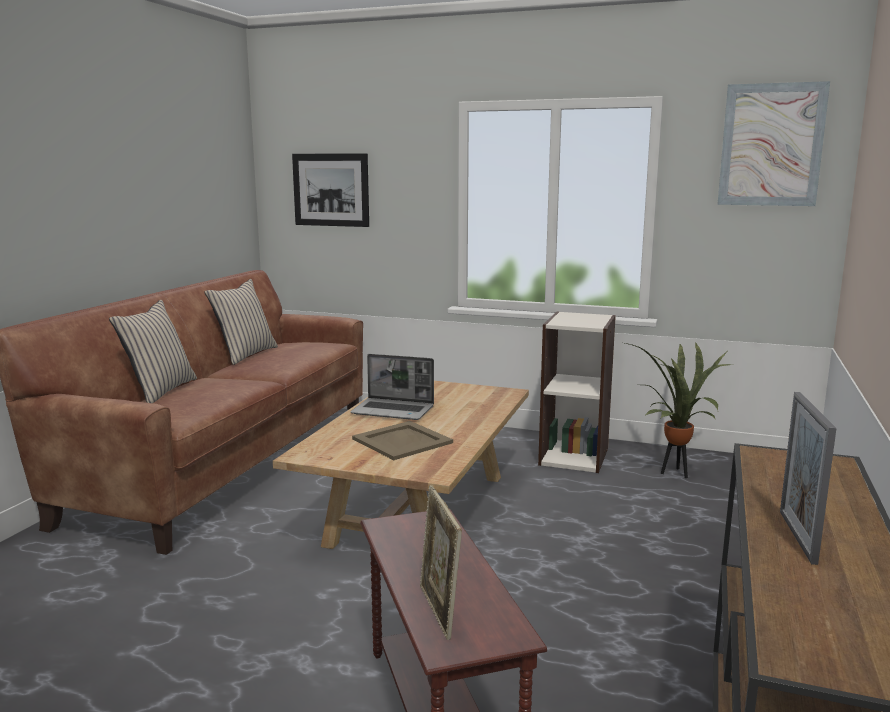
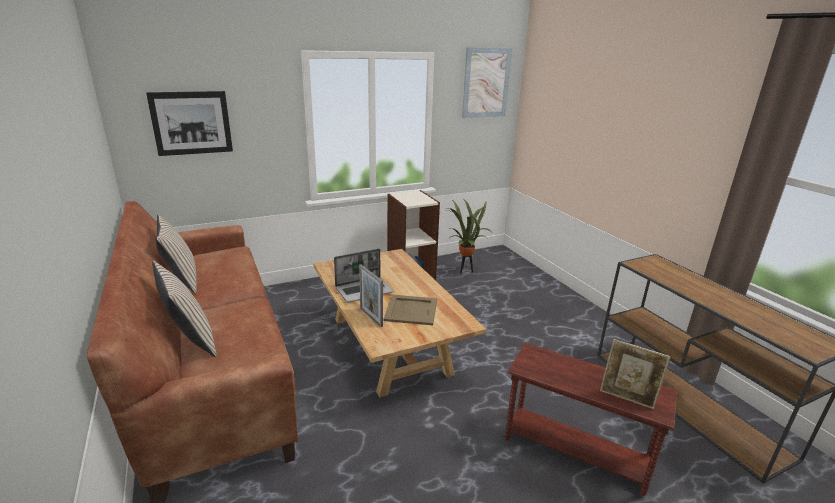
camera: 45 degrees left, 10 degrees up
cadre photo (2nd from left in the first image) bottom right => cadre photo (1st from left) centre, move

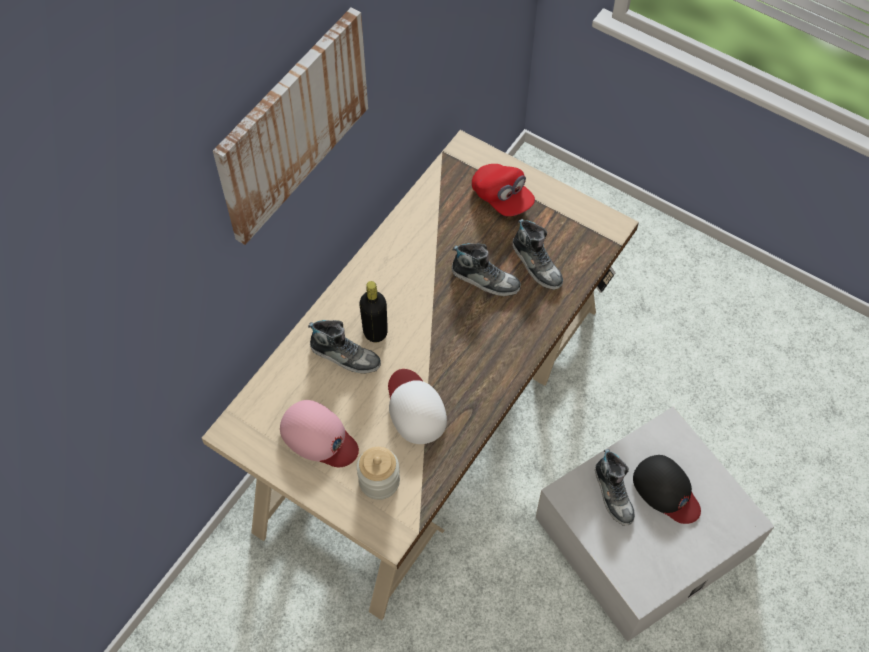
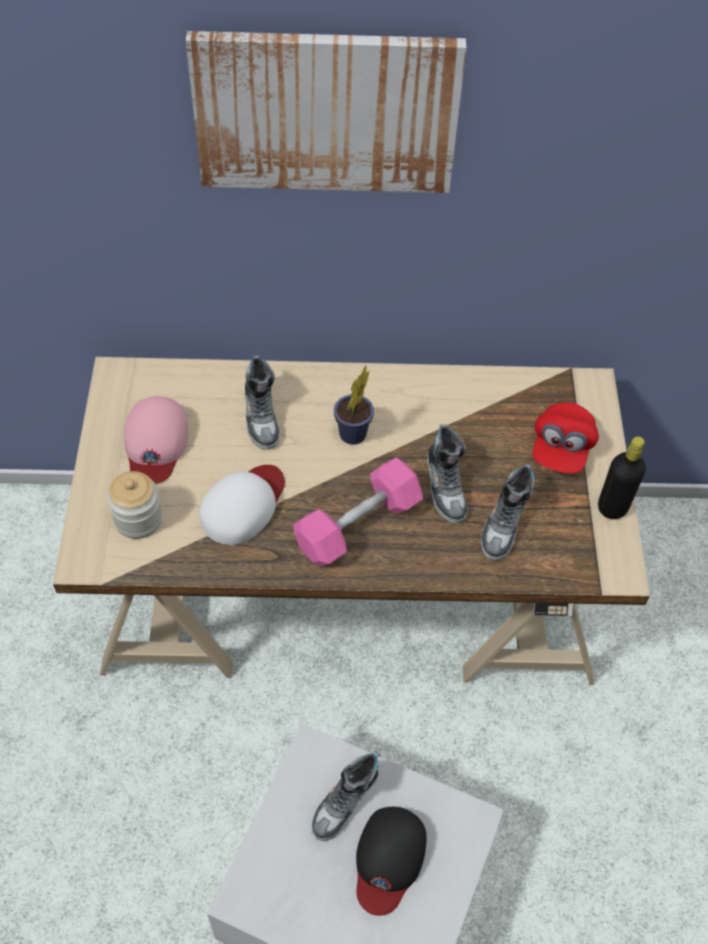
camera: 55 degrees right, 5 degrees down
bouteille/noir centre => bouteille/noir middle right, move
nothing => plante en pot centre
nothing => haltère/rose centre

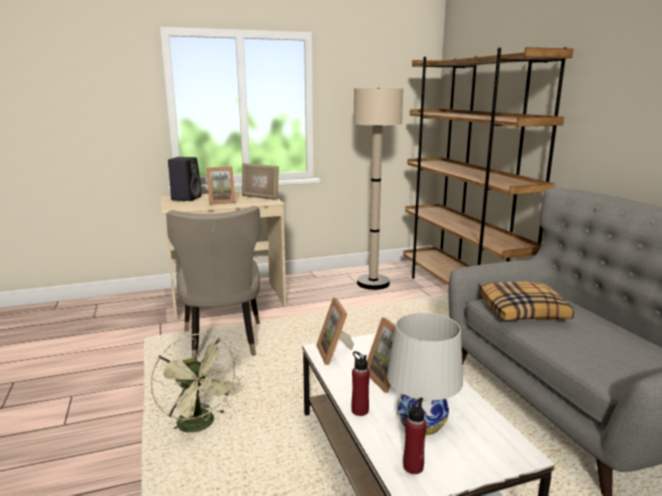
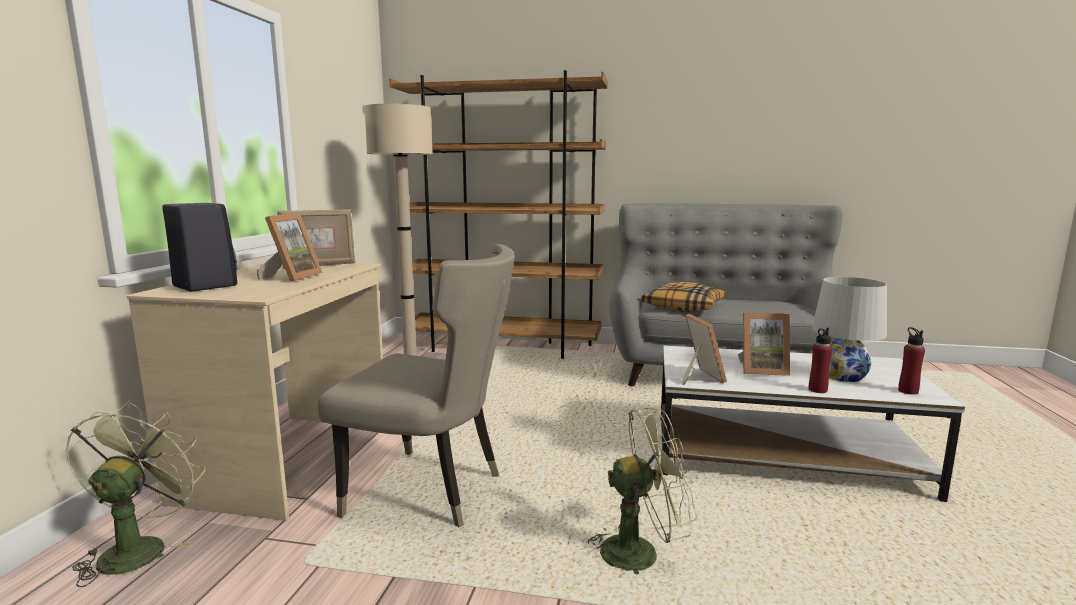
camera: 60 degrees left, 5 degrees down
cadre photo (3rd from left) bottom centre => cadre photo (3rd from left) centre, 120 degrees counterclockwise
nothing => ventilateur/vert (1st from left) bottom left

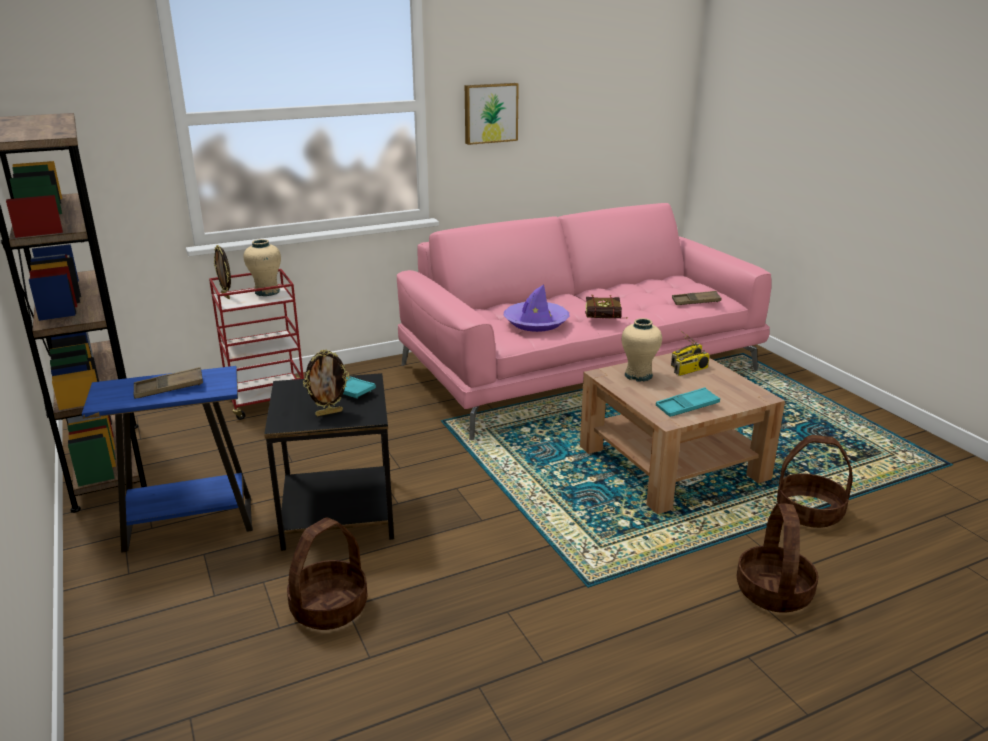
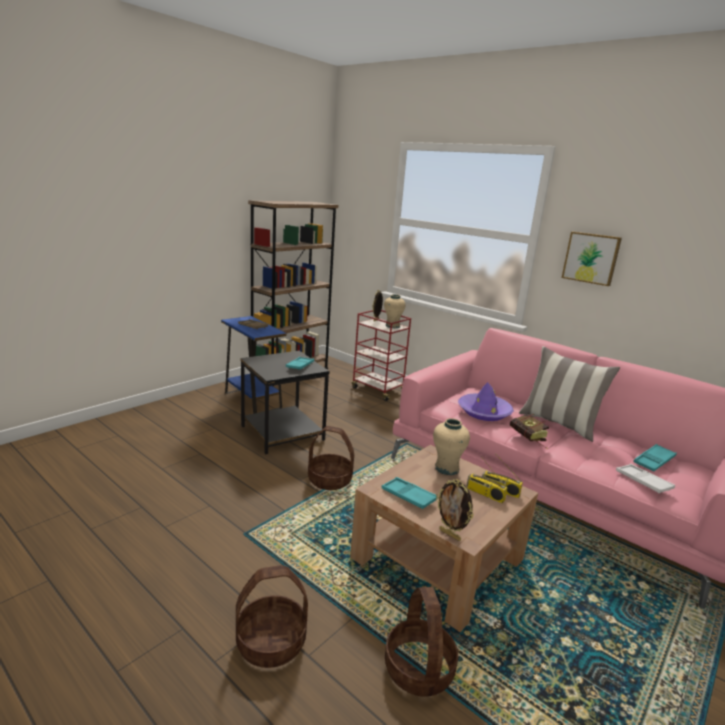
camera: 65 degrees right, 5 degrees down
plateau/marron (2nd from left) middle right => plateau/blanc middle right
cadre photo (2nd from left) middle left => cadre photo (2nd from left) bottom centre, move
panier (1st from left in the first image) bottom left => panier (2nd from left) centre, move
nothing => coussin middle right
nothing => plateau/turquoise (3rd from left) middle right

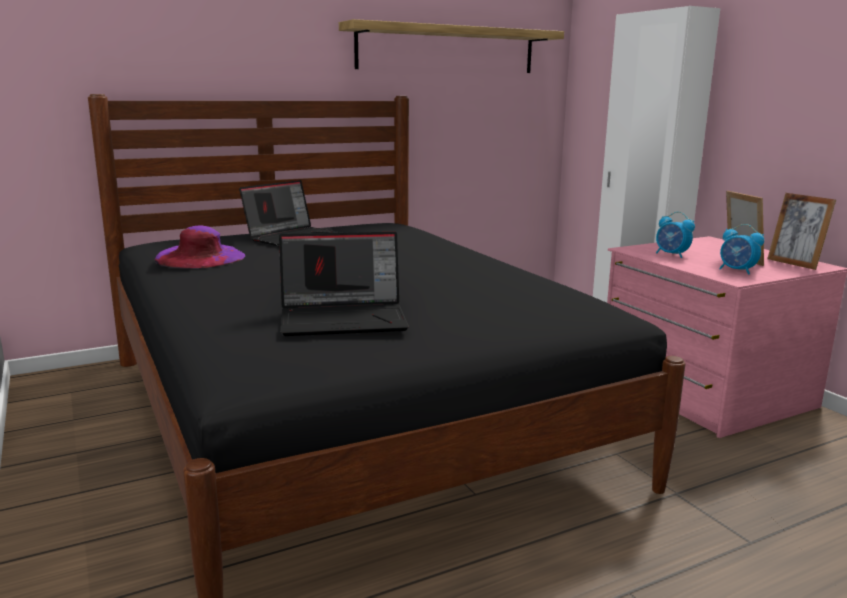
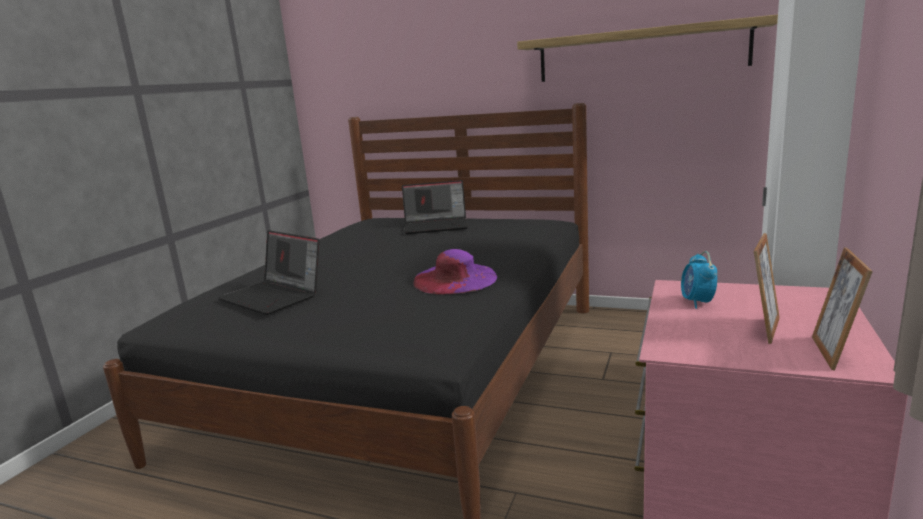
camera: 50 degrees right, 0 degrees up
réveil (2nd from left) middle right => nothing
chapeau/violet middle left => chapeau/violet centre, move

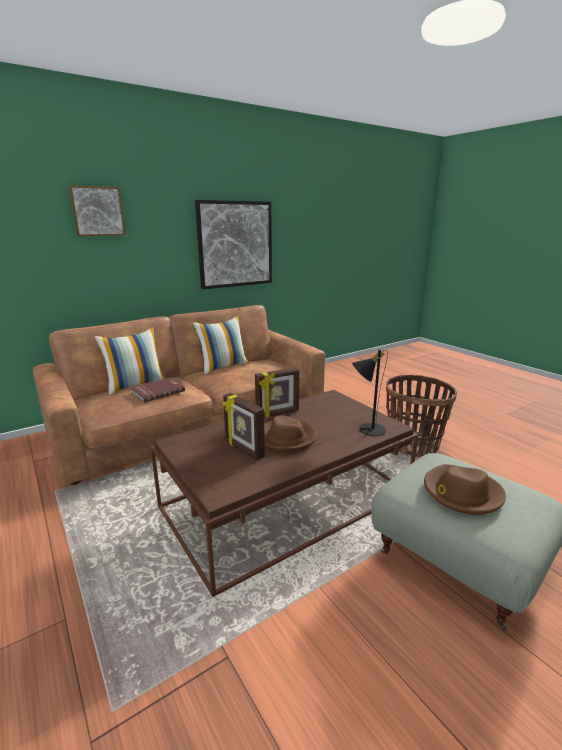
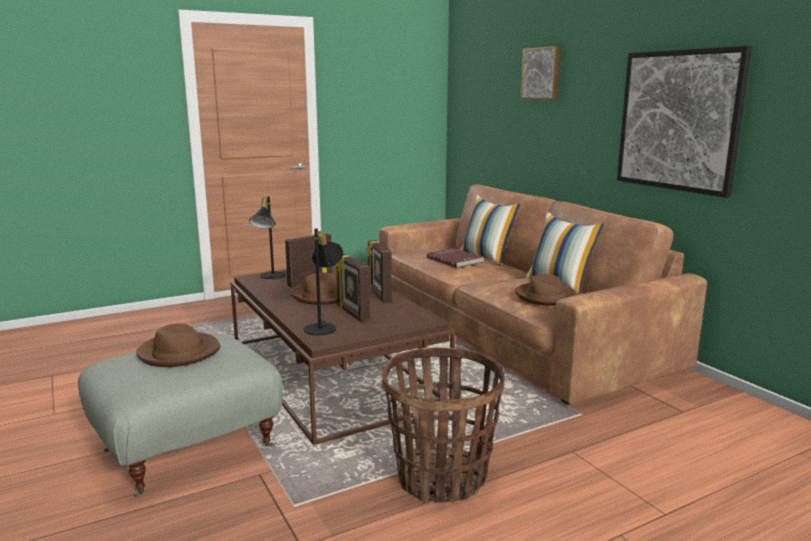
camera: 95 degrees right, 5 degrees down
nothing => lampe de table/noir (1st from left) middle left
nothing => cadre photo (2nd from left) centre
nothing => chapeau/marron (3rd from left) middle right

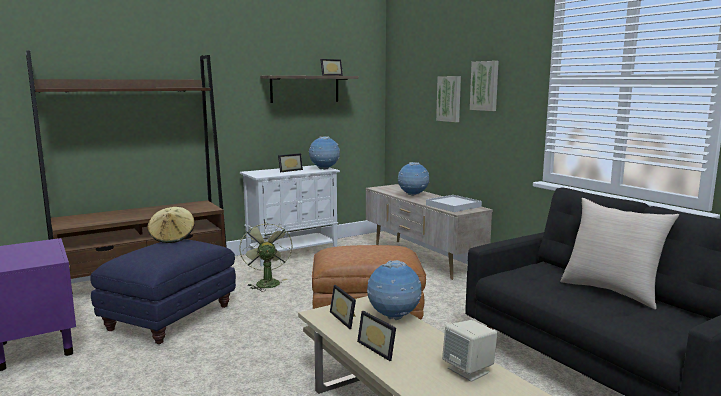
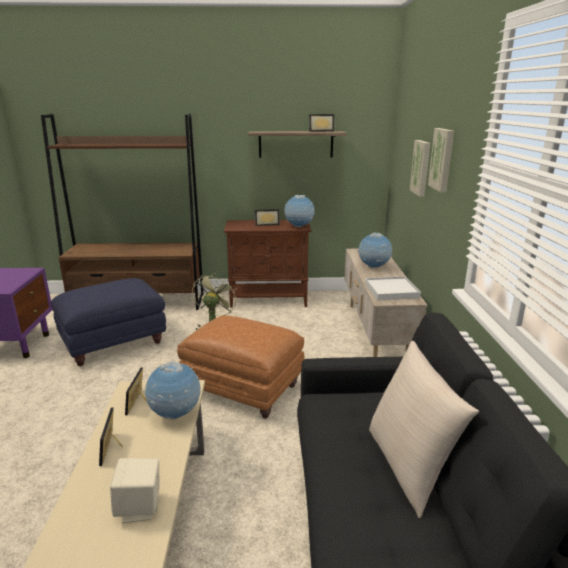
camera: 30 degrees right, 10 degrees up
meuble de rangement/blanc centre => meuble de rangement/marron centre
chapeau/beige middle left => nothing

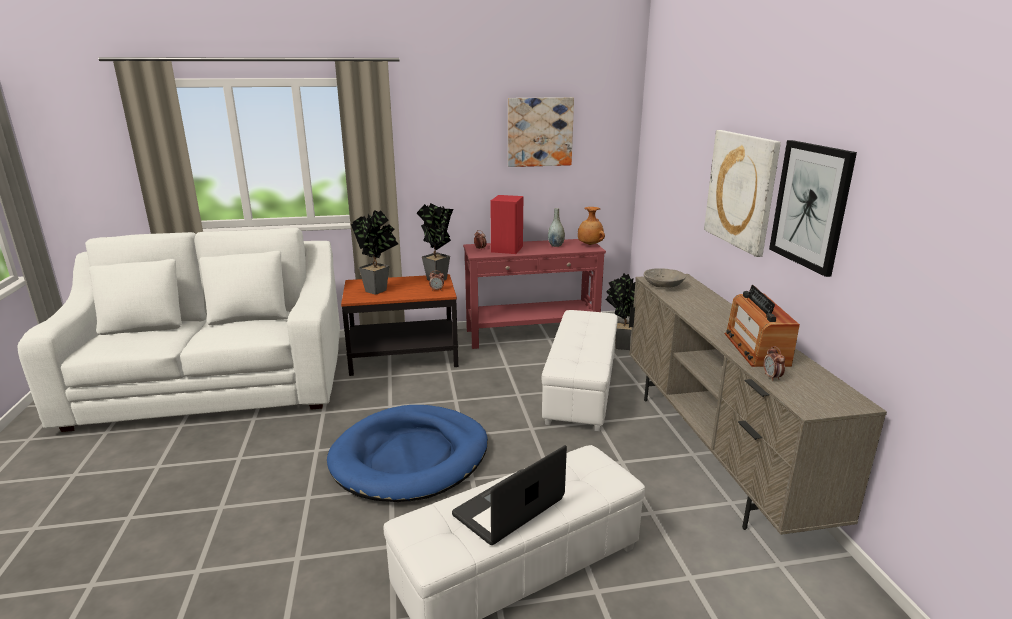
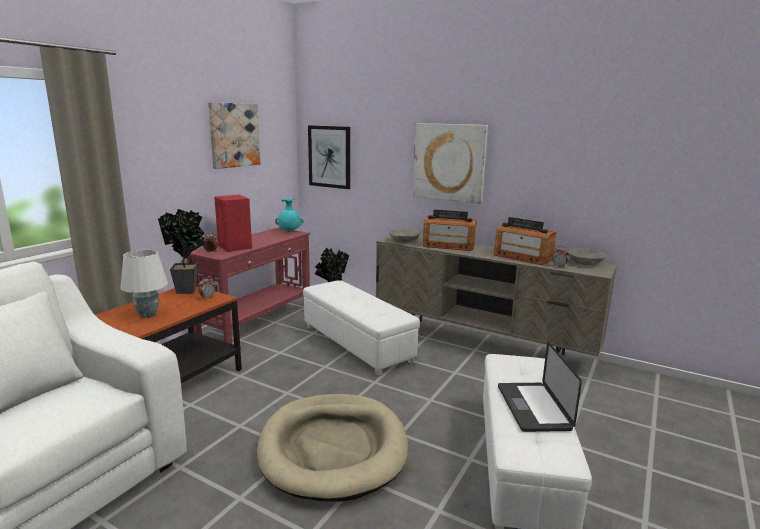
camera: 50 degrees left, 5 degrees down
tableau (3rd from left in the first image) middle right => tableau (2nd from left) top centre, move
vase/marron centre => vase/turquoise centre
vase/gris centre => nothing
plante en pot (1st from left) centre => lampe de table/blanc middle left
panier pour chien/bleu bottom centre => panier pour chien/beige bottom centre
nothing => radio (1st from left) centre
nothing => bol/gris (2nd from left) middle right

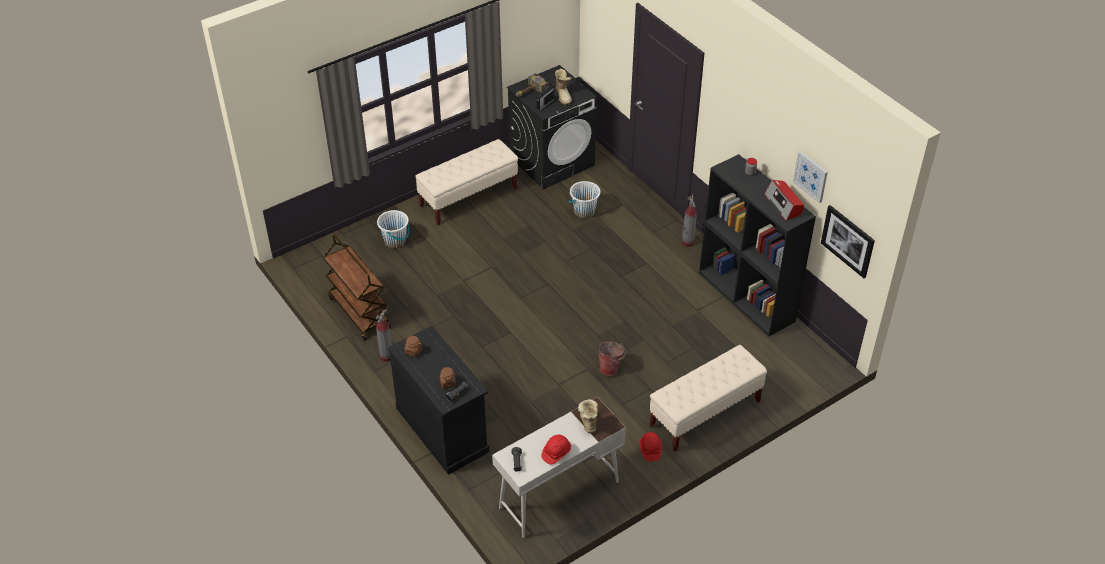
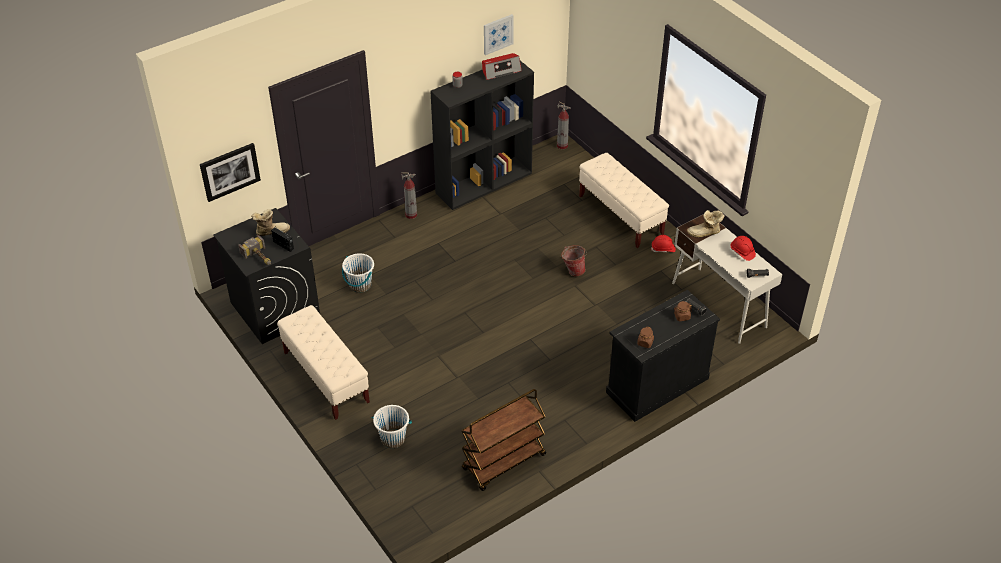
camera: 90 degrees left, 0 degrees up
tableau (2nd from left in the first image) middle right => tableau (1st from left) top left, move
extincteur (1st from left in the first image) centre => extincteur (2nd from left) top centre, move

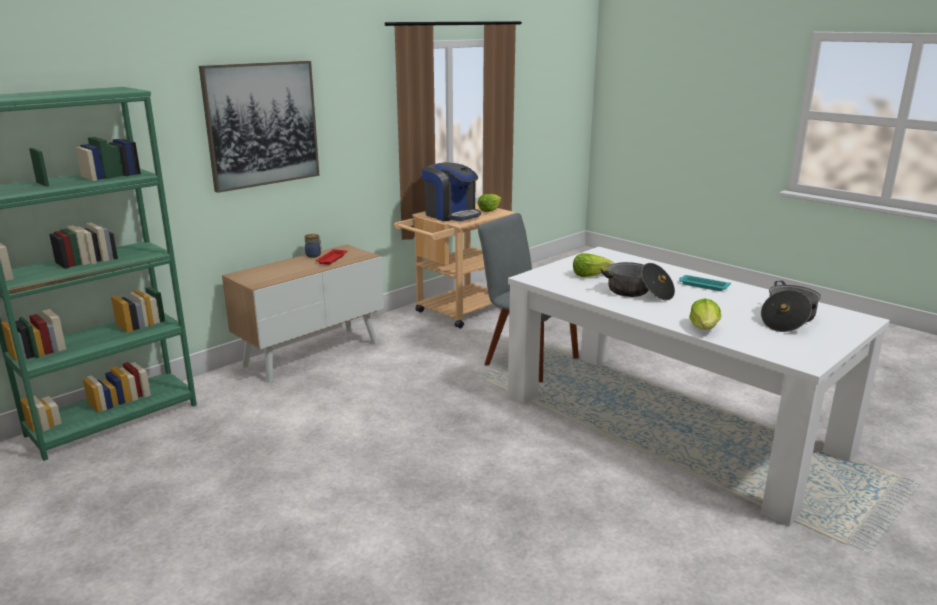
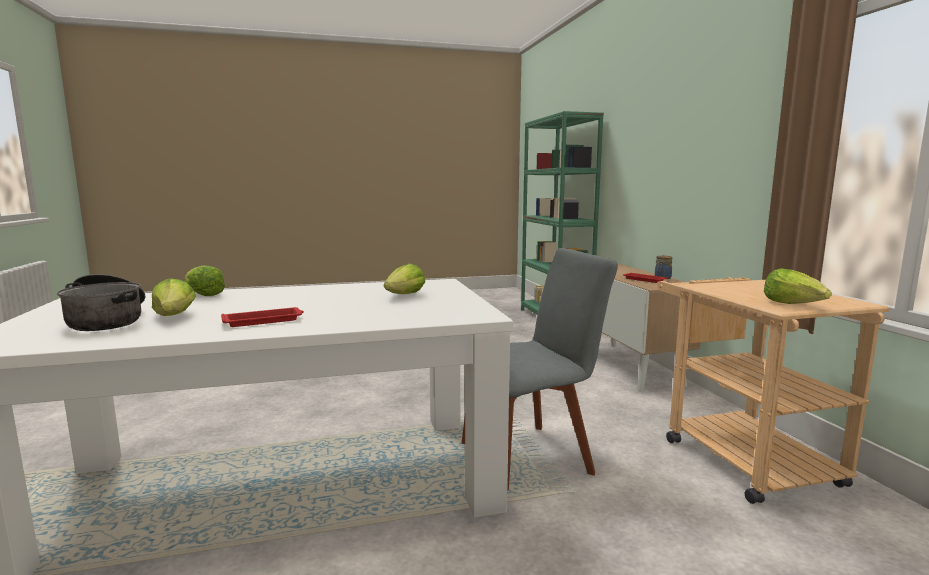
camera: 120 degrees right, 10 degrees down
tableau top left => nothing
machine à café top centre => nothing
marmite (1st from left) middle right => nothing
plateau/turquoise middle right => plateau/rouge (1st from left) middle left
nothing => laitue (1st from left) middle left

